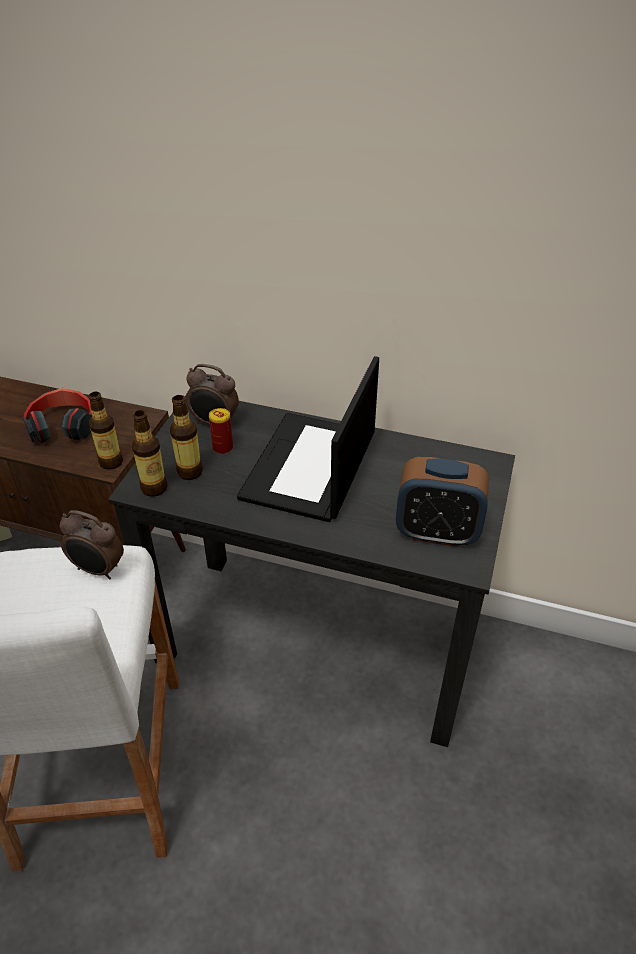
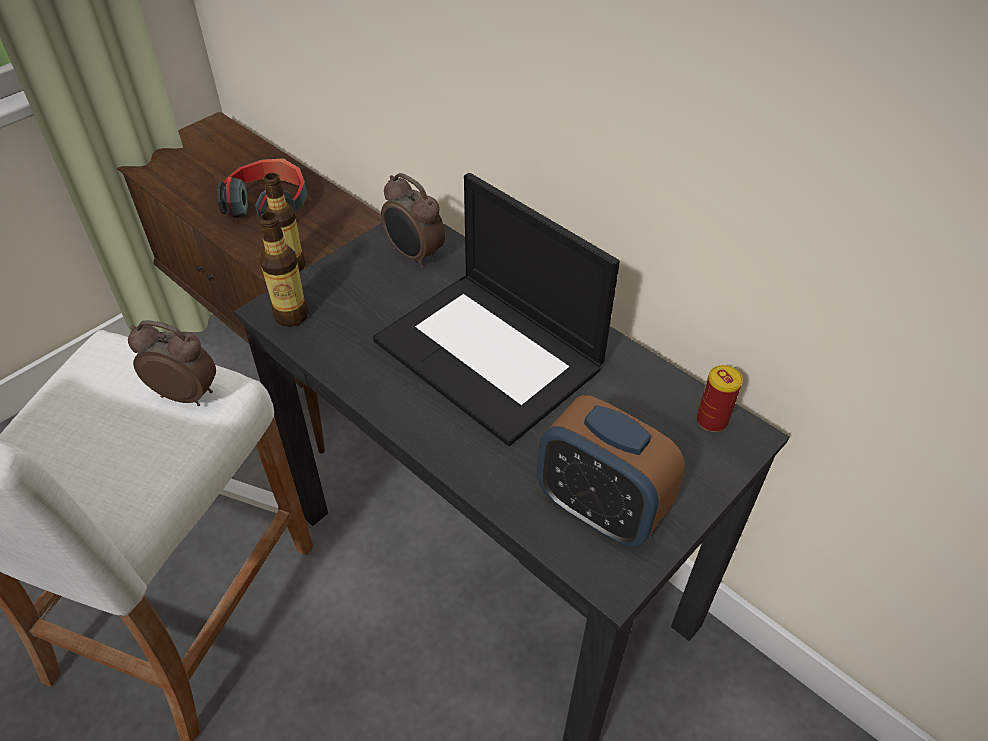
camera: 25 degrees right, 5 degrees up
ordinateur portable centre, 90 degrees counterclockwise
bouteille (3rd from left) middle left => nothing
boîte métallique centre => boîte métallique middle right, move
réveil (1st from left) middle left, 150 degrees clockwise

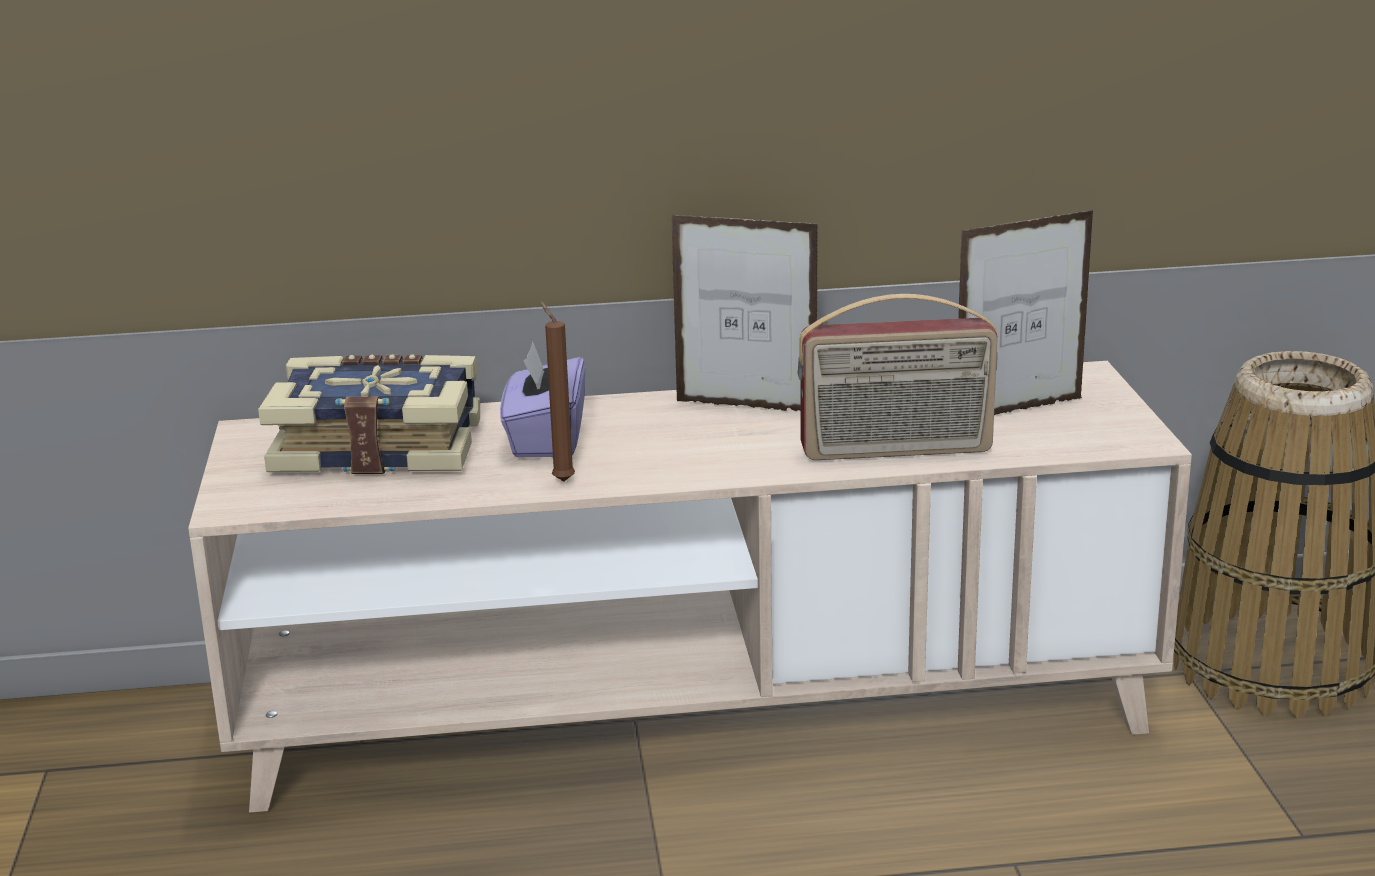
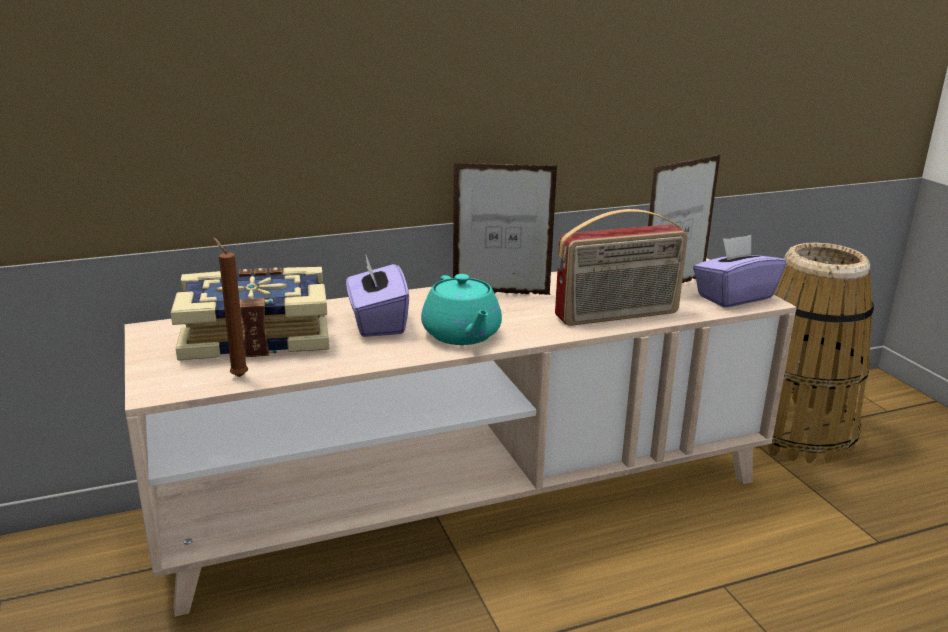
camera: 15 degrees left, 0 degrees up
bougie/marron centre => bougie/marron middle left, move
nothing => boîte à mouchoirs/violet (2nd from left) middle right
nothing => théière/turquoise centre

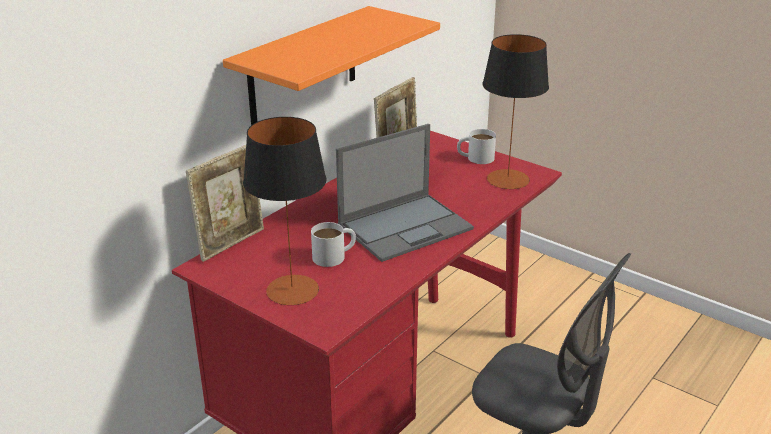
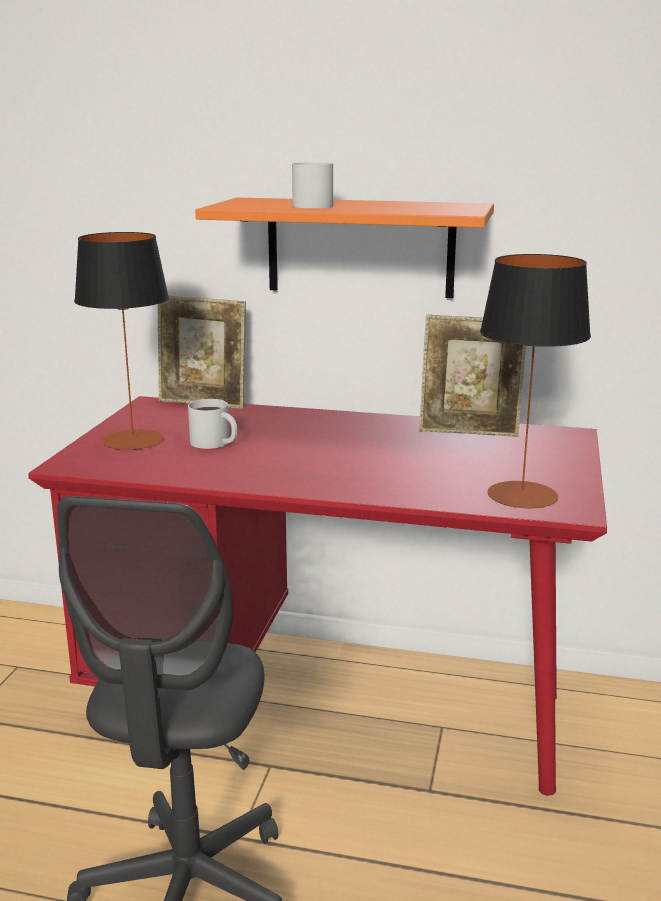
camera: 65 degrees right, 10 degrees down
ordinateur portable centre => nothing
mug/blanc (2nd from left) centre => mug/blanc (2nd from left) top centre, move

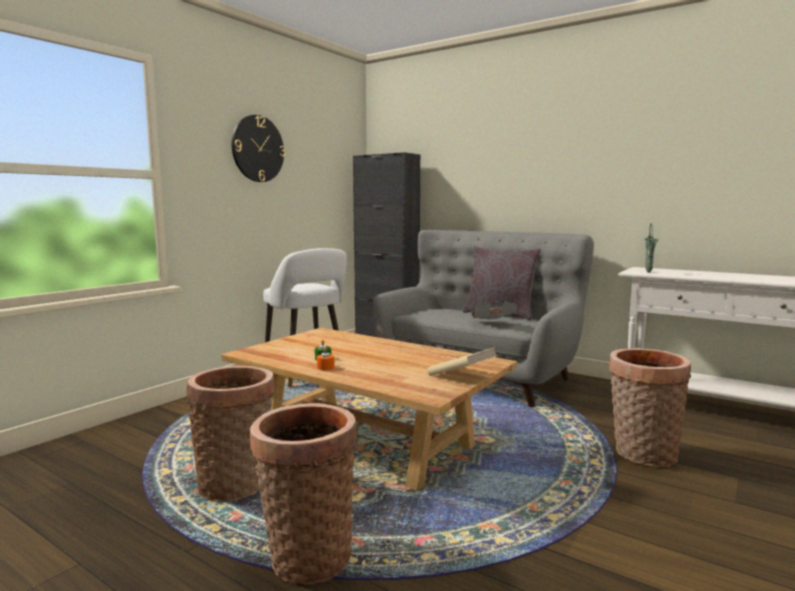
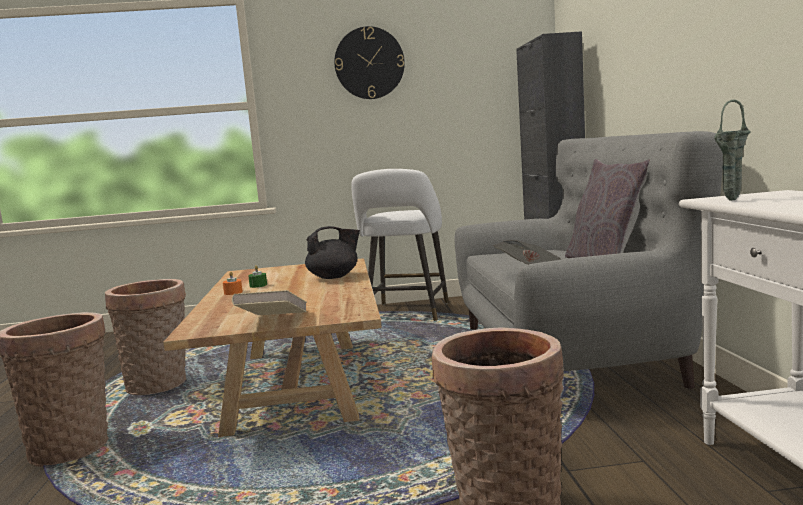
camera: 50 degrees right, 0 degrees up
nothing => théière/noir centre

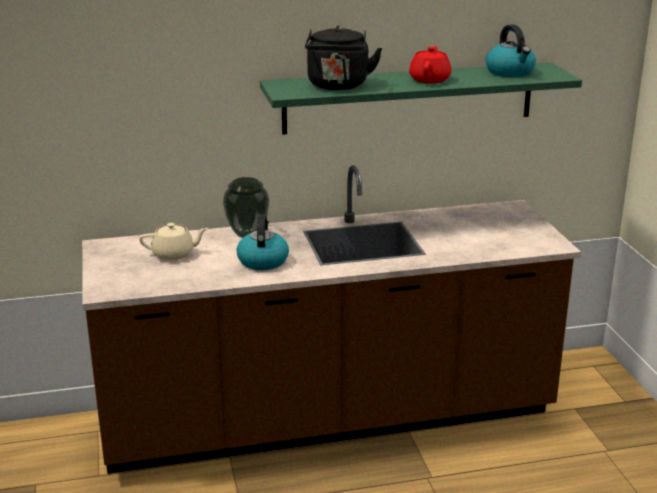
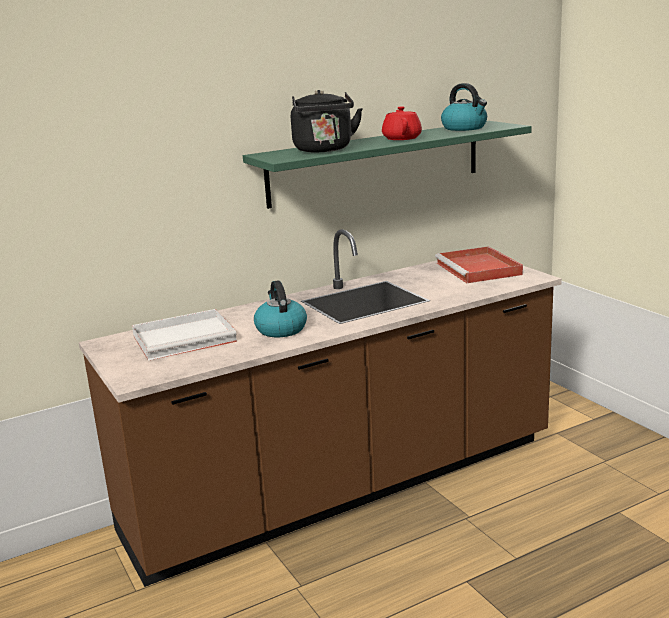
camera: 15 degrees left, 5 degrees down
vase centre => nothing
théière/beige middle left => plateau/blanc middle left
nothing => plateau/rouge middle right

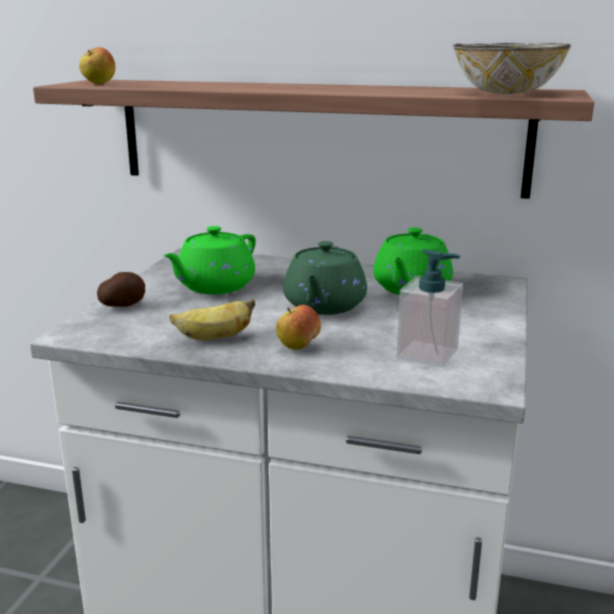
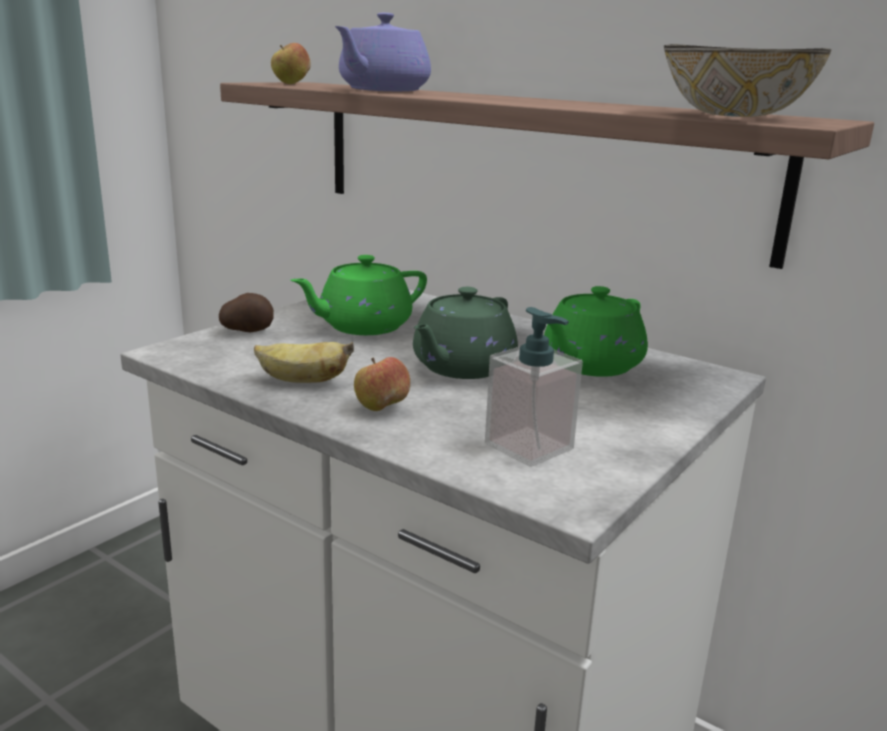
camera: 20 degrees right, 0 degrees up
nothing => théière/violet top centre

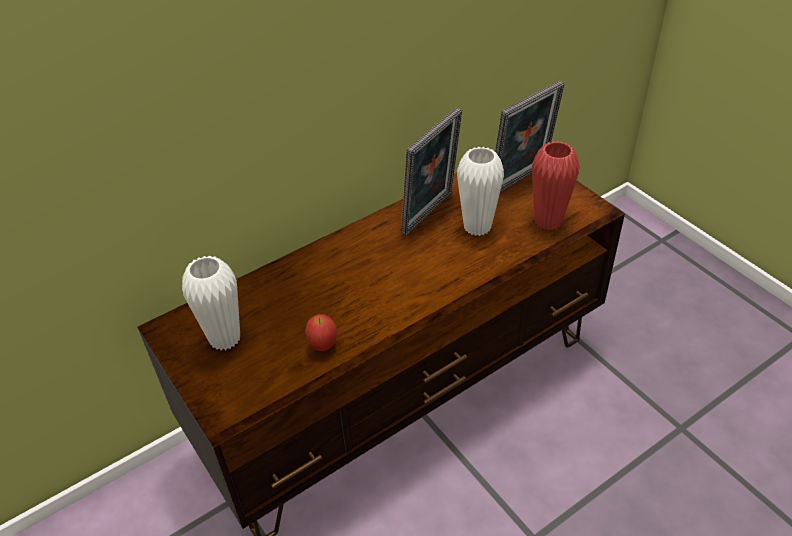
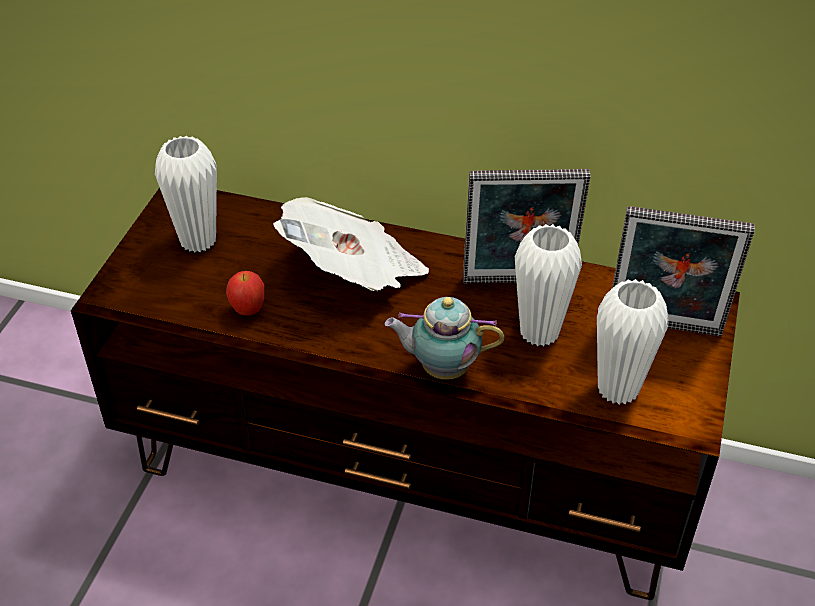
camera: 50 degrees right, 0 degrees up
vase/rouge middle right => vase/blanc (3rd from left) middle right
nothing => journal centre
nothing => théière centre

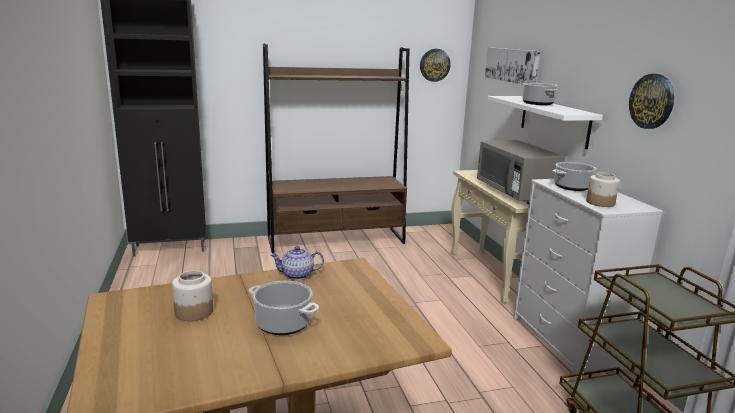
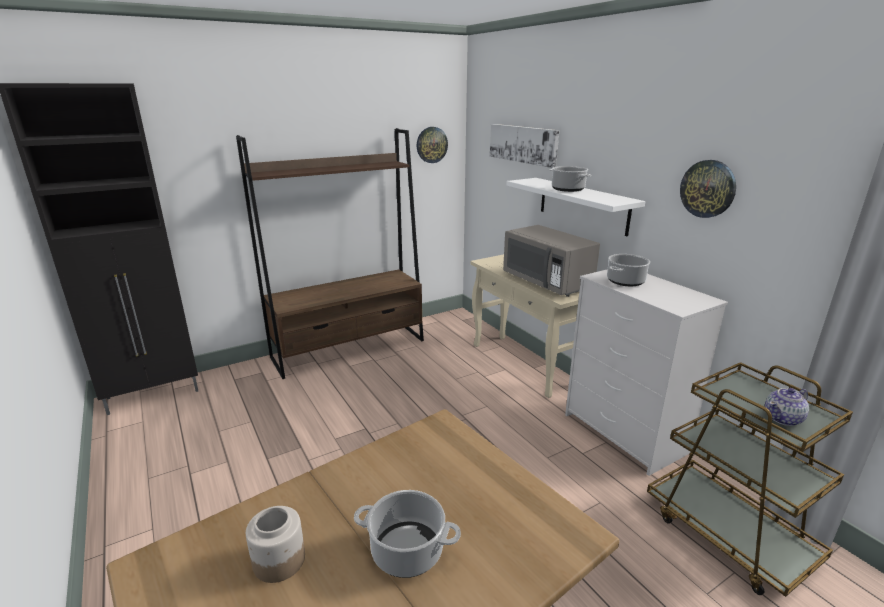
camera: 15 degrees left, 5 degrees up
bocal (2nd from left) middle right => nothing
théière centre => théière bottom right, move

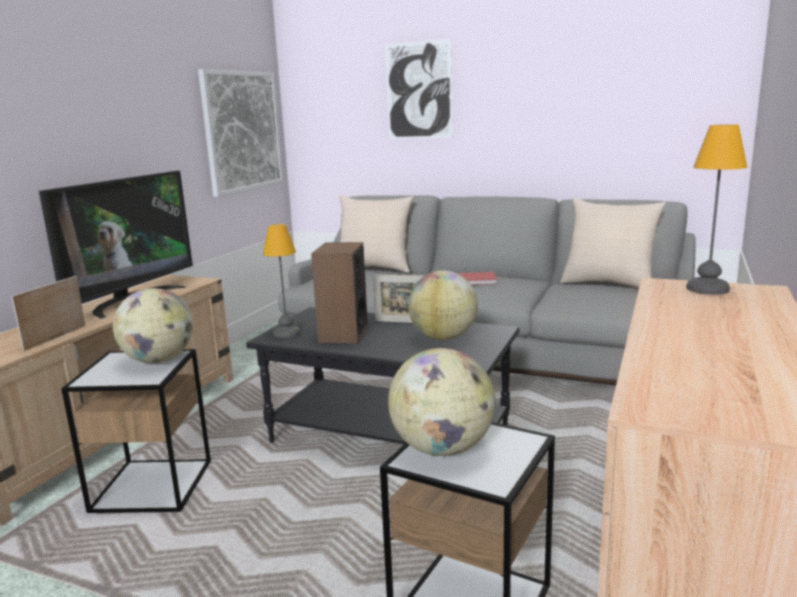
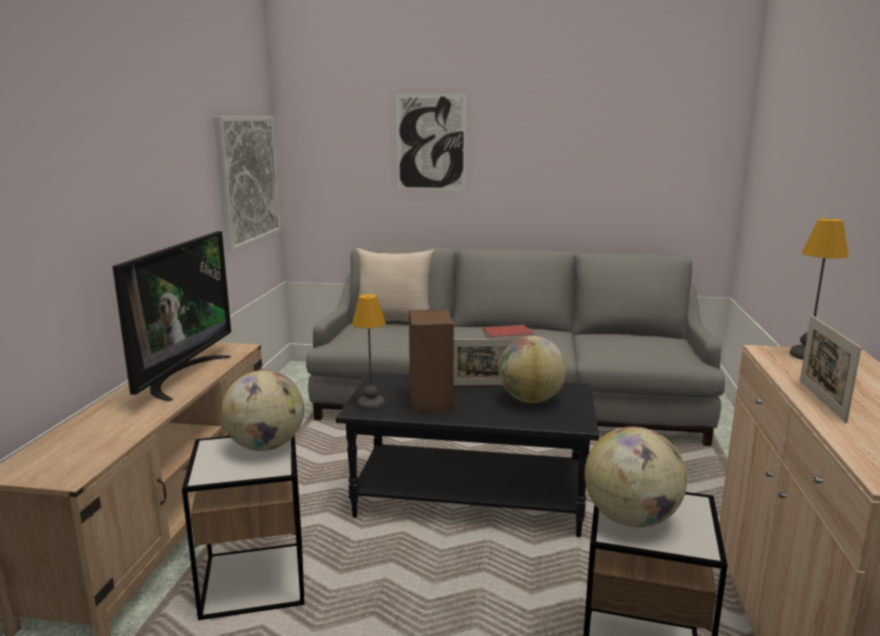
camera: 15 degrees left, 0 degrees up
coussin/beige (2nd from left) middle right => nothing
cadre photo (1st from left in the first image) middle left => cadre photo (2nd from left) middle right, move

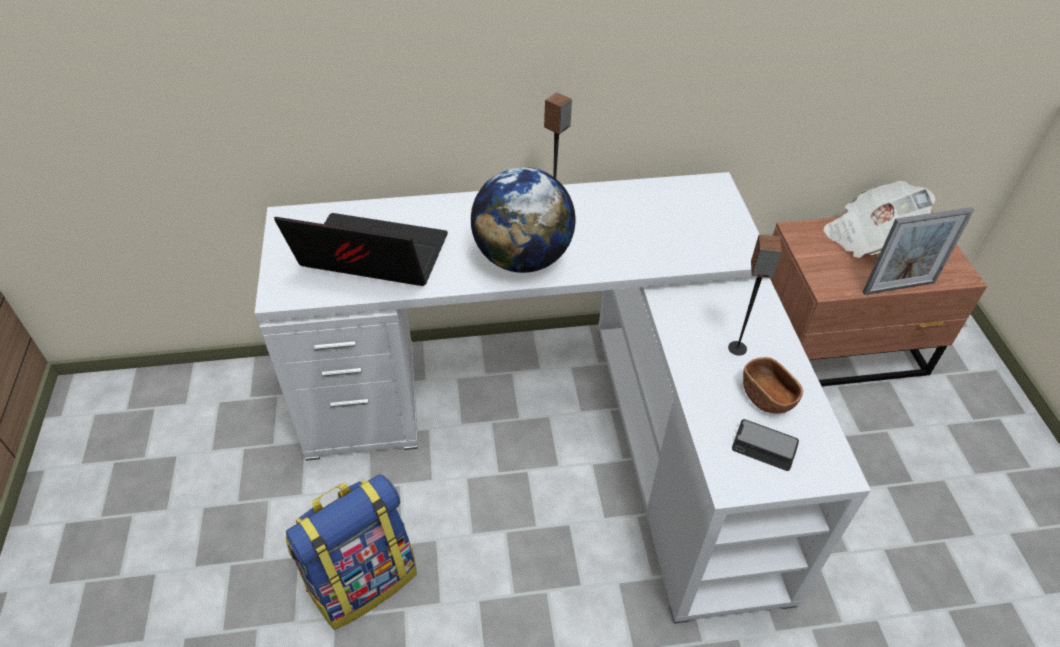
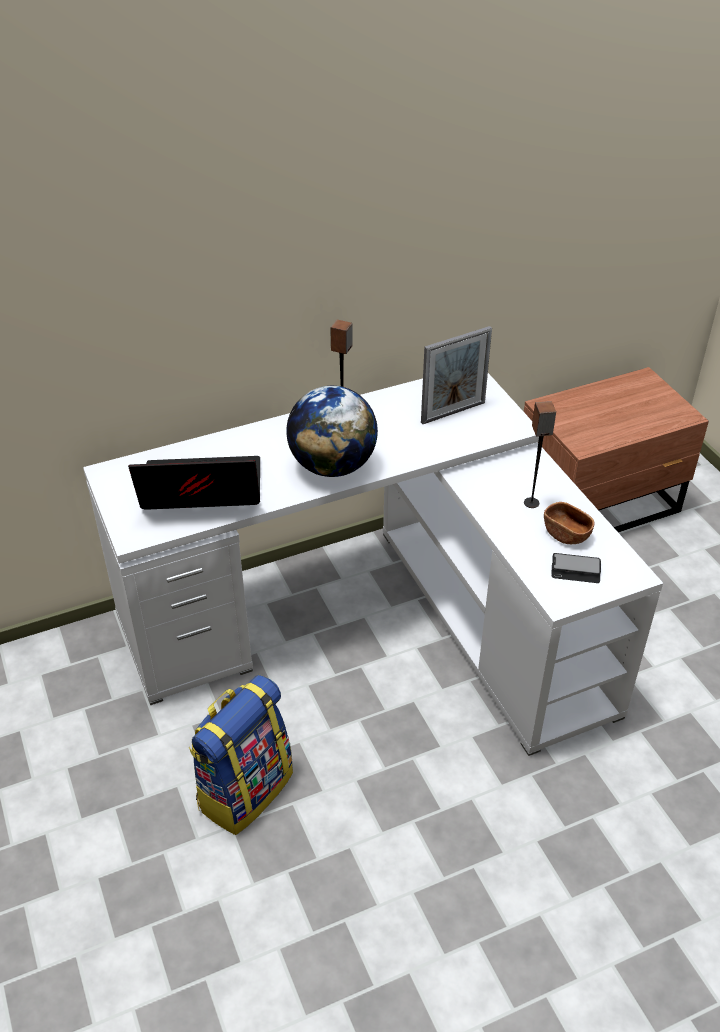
camera: 15 degrees left, 5 degrees down
journal middle right => nothing
cadre photo middle right => cadre photo centre, move

